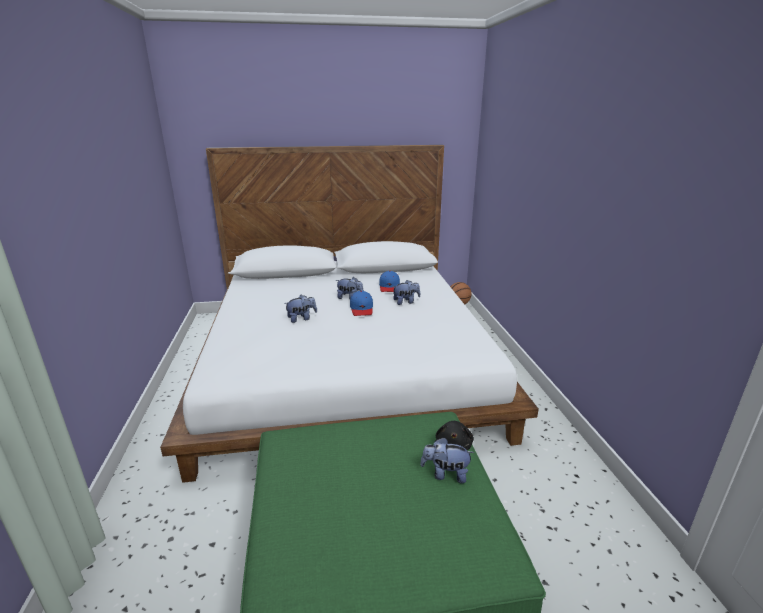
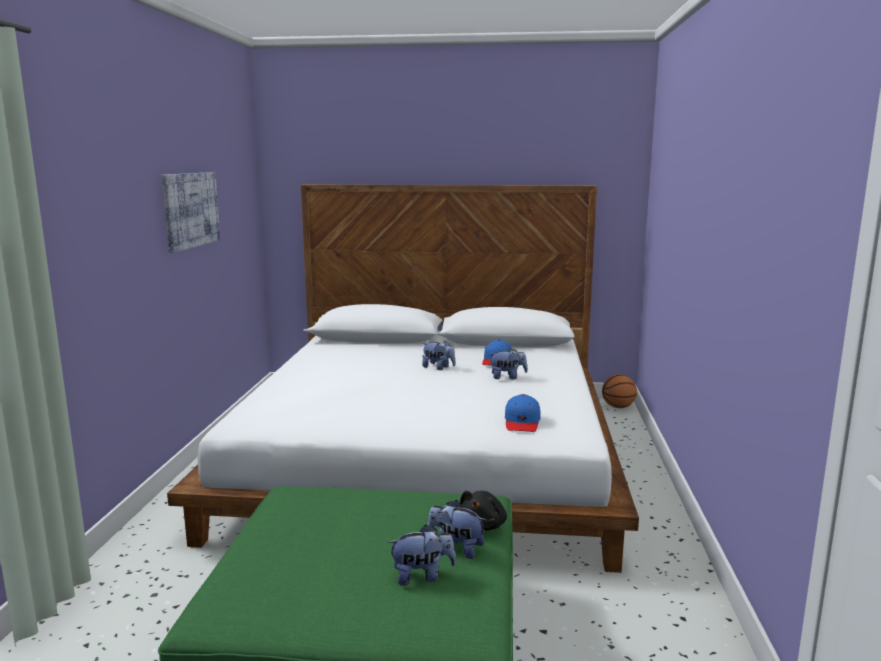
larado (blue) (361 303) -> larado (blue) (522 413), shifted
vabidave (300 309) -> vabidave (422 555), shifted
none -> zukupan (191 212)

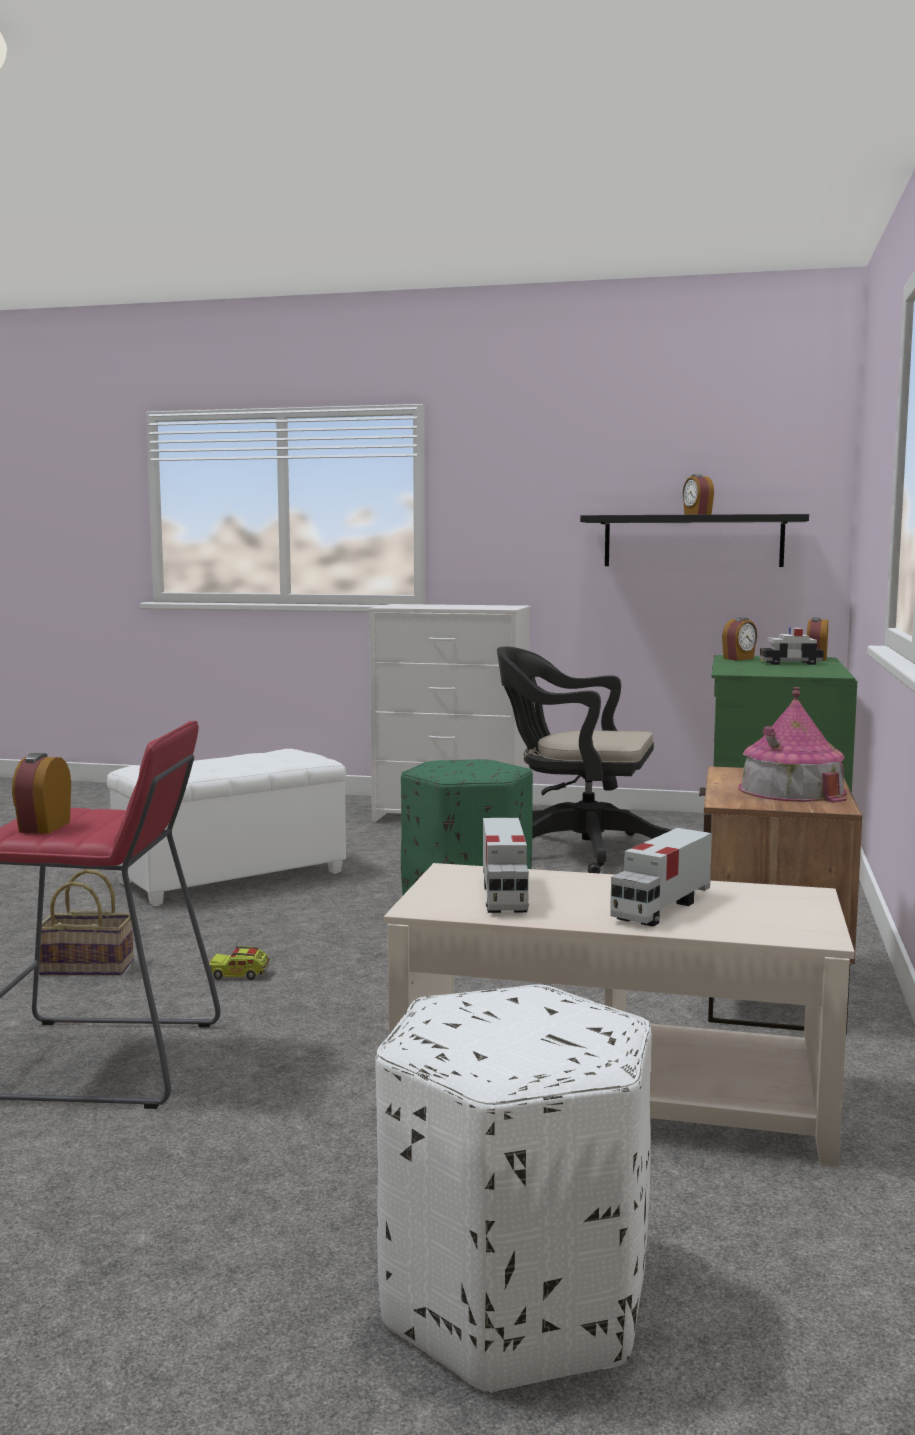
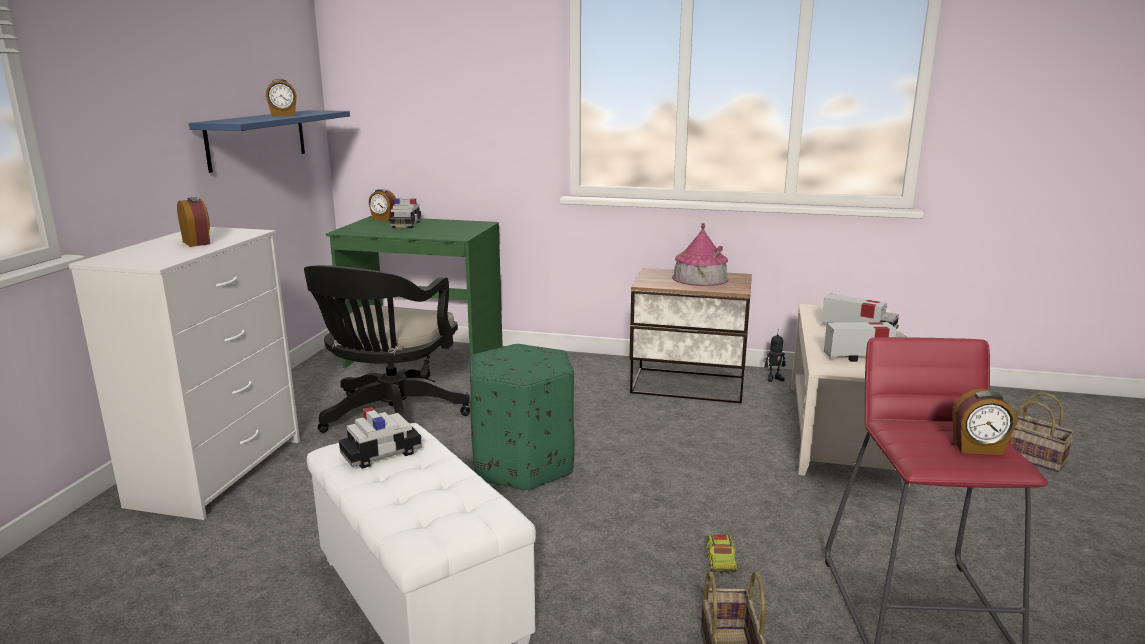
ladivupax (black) (694 540) -> ladivupax (blue) (269 141)
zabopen (739 638) -> zabopen (193 222), shifted
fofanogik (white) (513 1189) -> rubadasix (1042 432)
none -> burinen (775 355)
none -> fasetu (380 438)

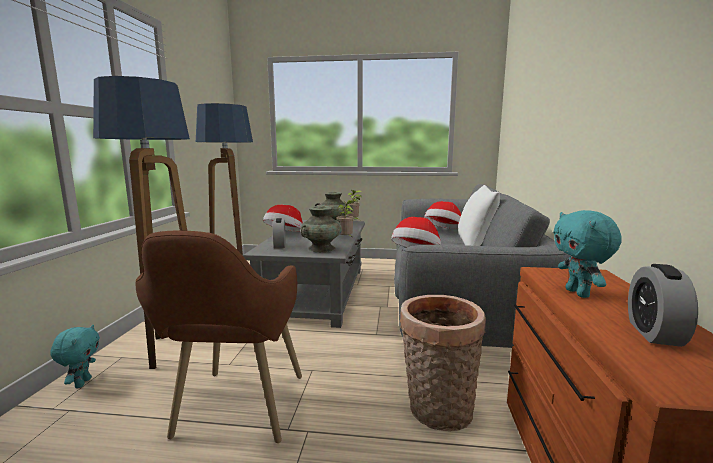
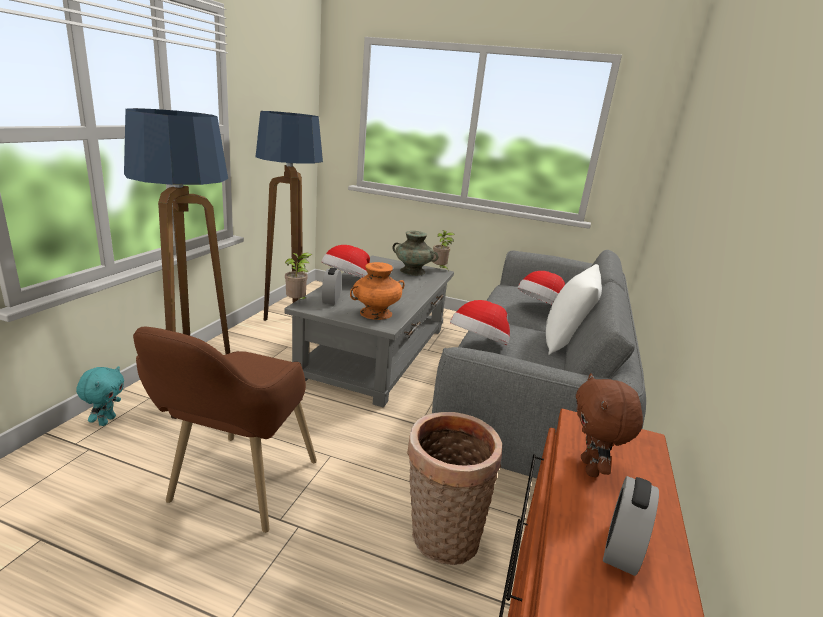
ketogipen (346 218) -> ketogipen (298 276), shifted
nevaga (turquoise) (321 229) -> nevaga (orange) (377 291)
vabidave (turquoise) (587 254) -> vabidave (brown) (609 425)

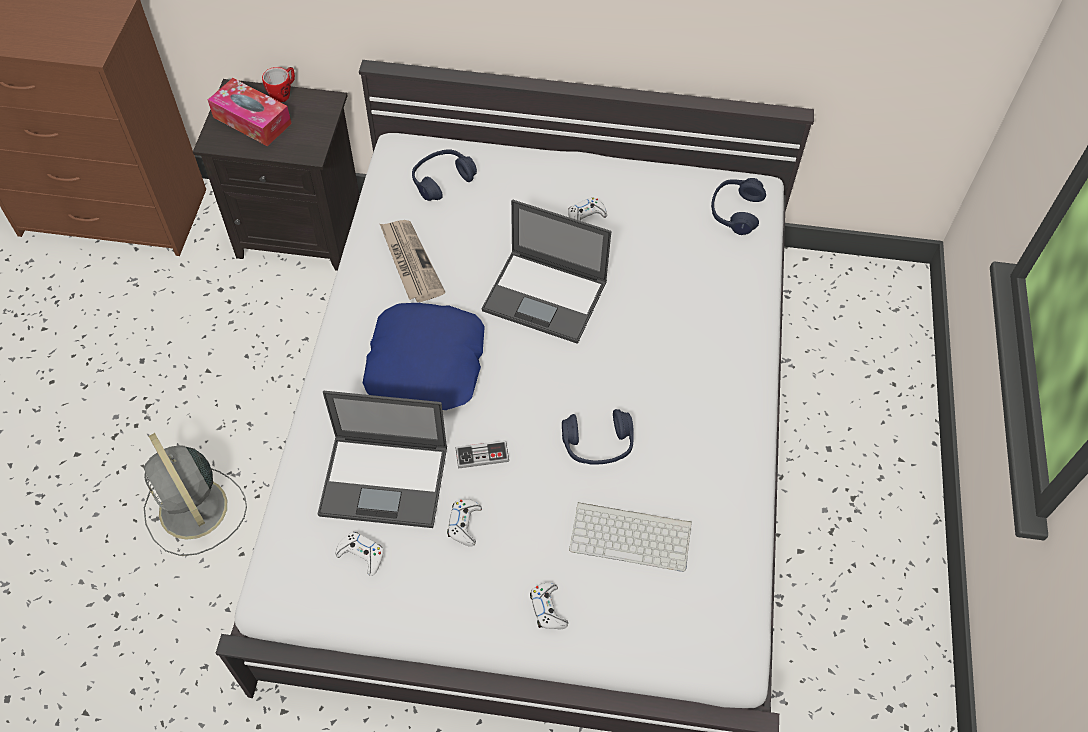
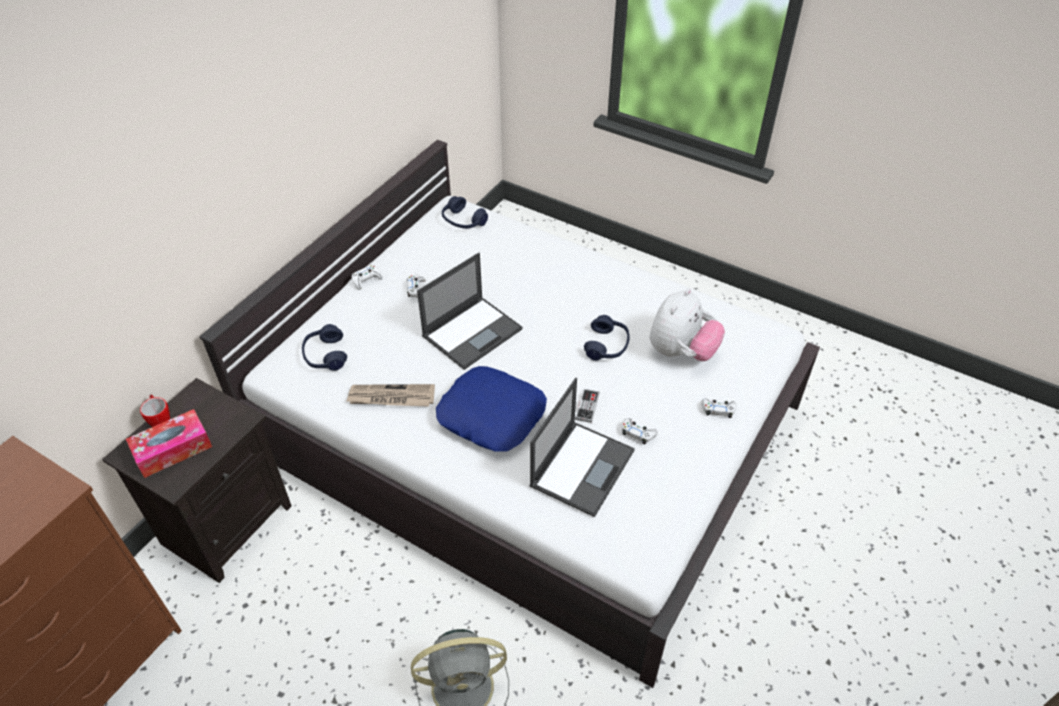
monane (630 537) -> vabidave (687 324)
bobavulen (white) (359 554) -> bobavulen (white) (367 277), shifted

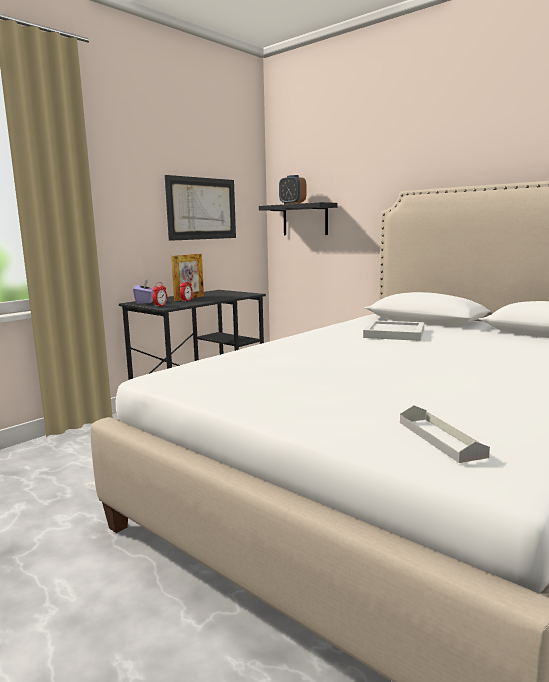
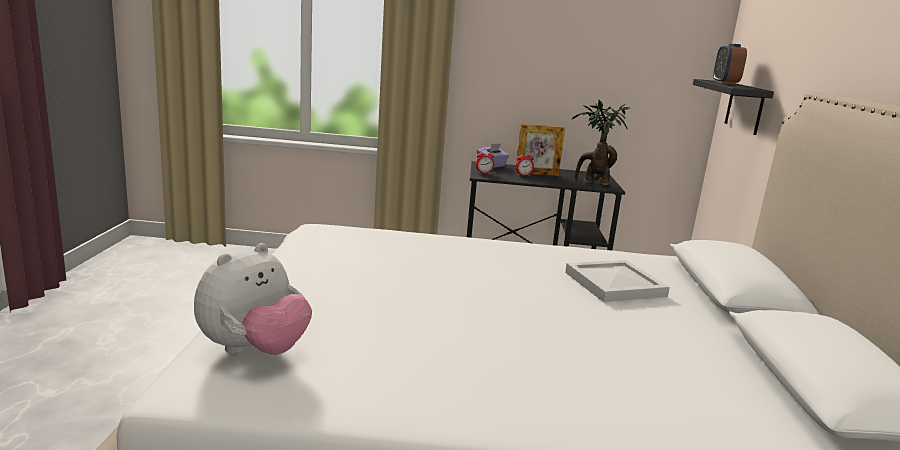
zukupan (200 208) -> none
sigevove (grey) (445 434) -> vabidave (253 299)
none -> ketogipen (600 143)

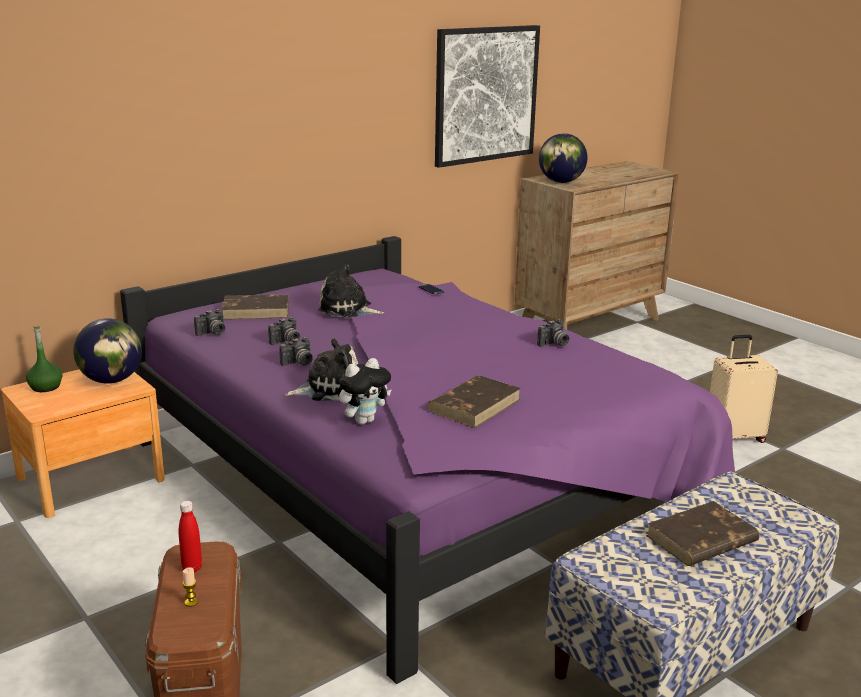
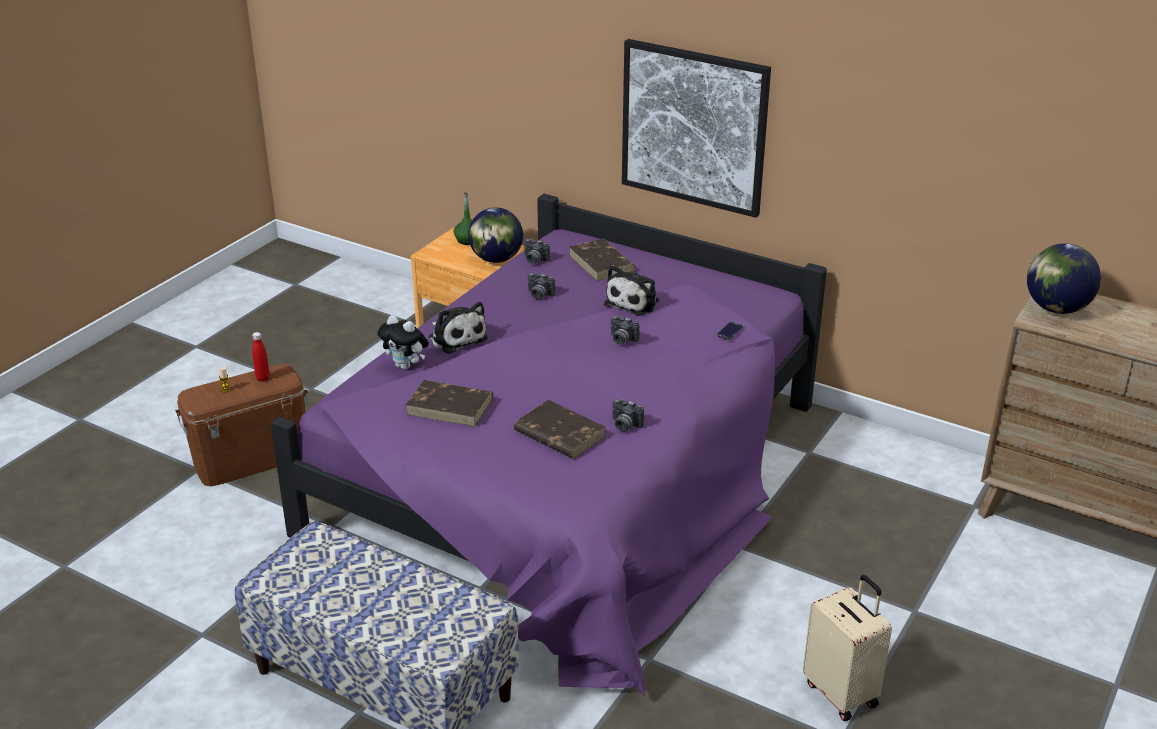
zukupan (487 96) -> zukupan (696 128), shifted
vabidave (351 291) -> vabidave (632 290), 150 degrees counterclockwise
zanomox (296 351) -> zanomox (625 330), shifted
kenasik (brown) (703 533) -> kenasik (brown) (560 429), shifted

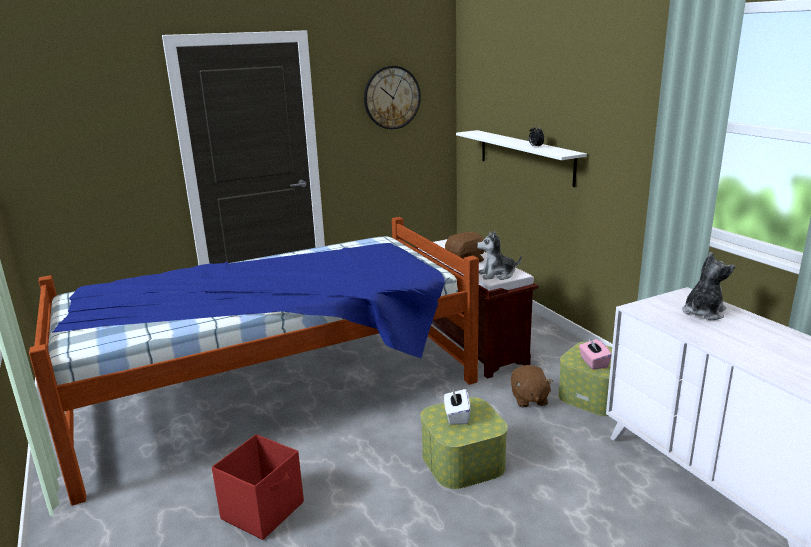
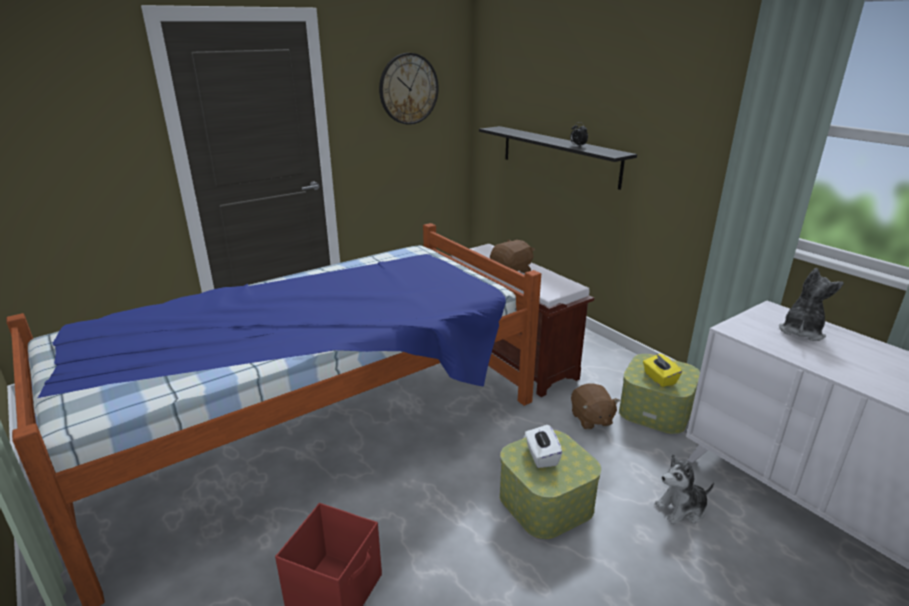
ladivupax (white) (521 158) -> ladivupax (black) (558 158)
vabidave (499 255) -> vabidave (684 489), shifted
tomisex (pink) (595 354) -> tomisex (yellow) (662 370)

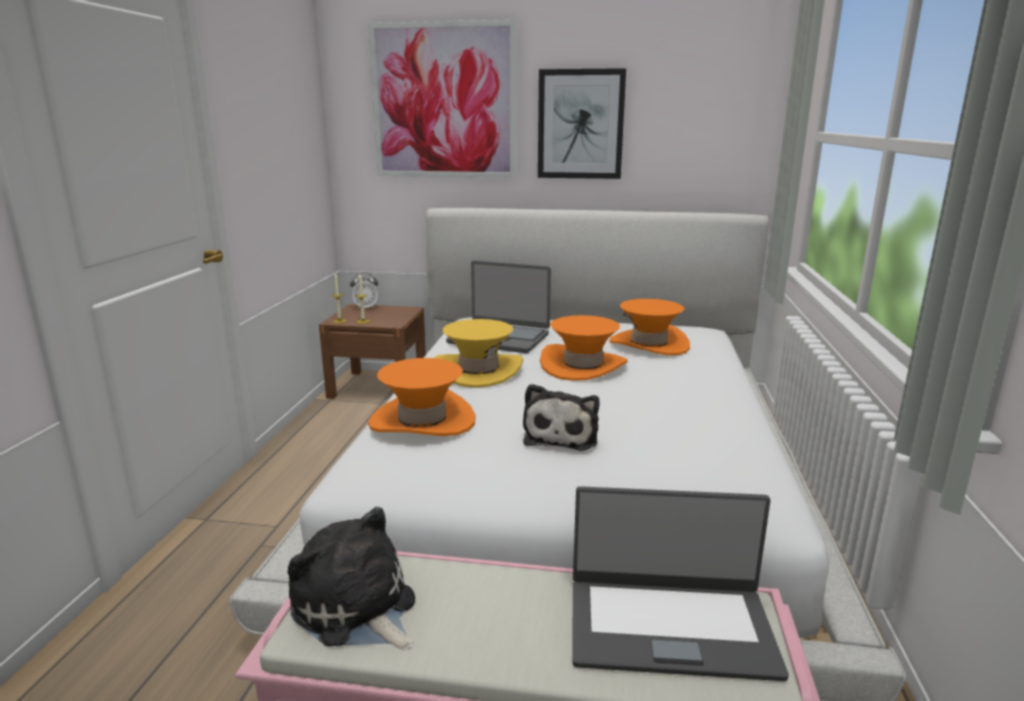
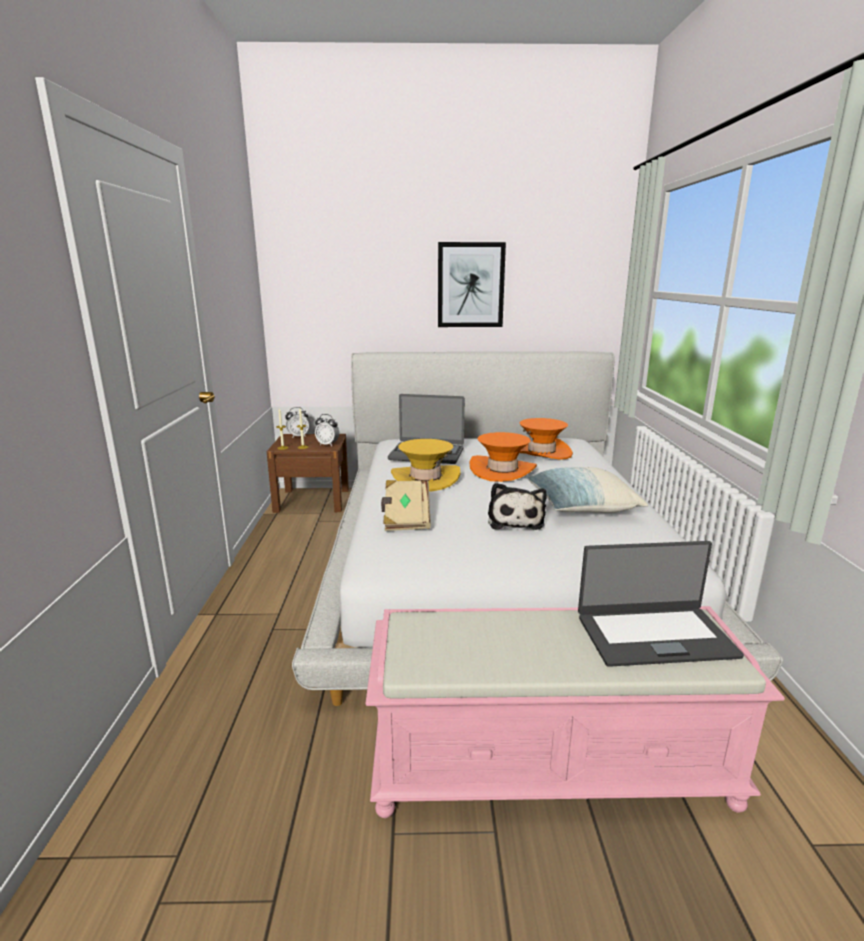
zukupan (442 99) -> none
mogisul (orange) (422 397) -> kenasik (beige) (406 505)
vabidave (351 578) -> none
none -> zabopen (327 430)
none -> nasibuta (587 490)

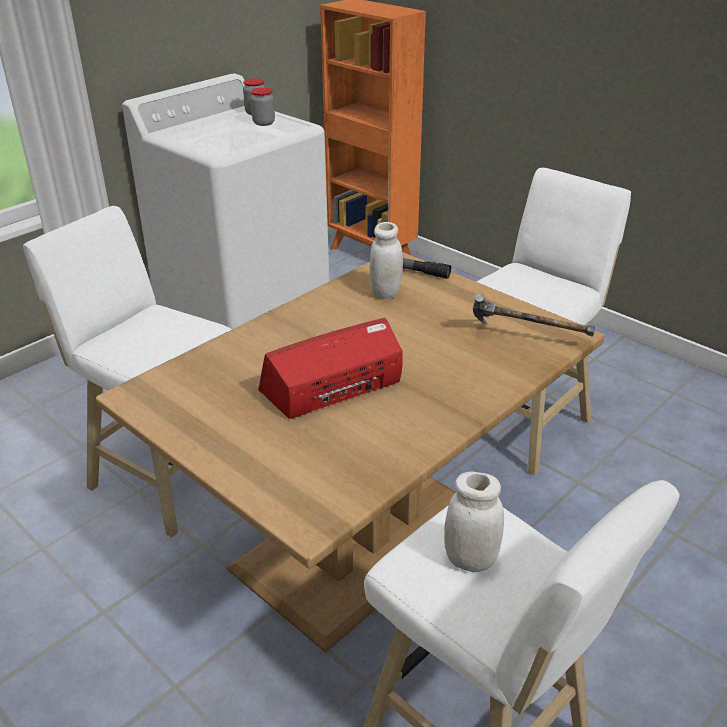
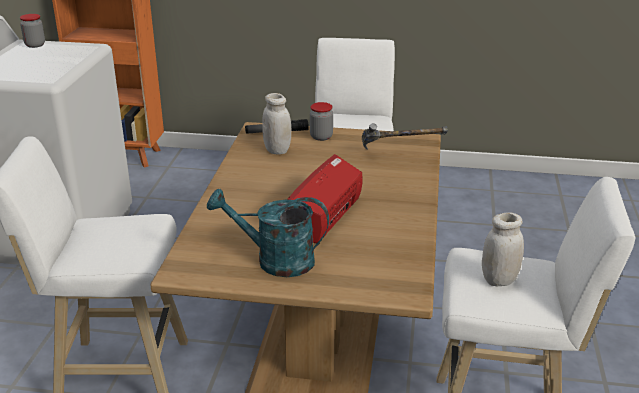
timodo (262 106) -> timodo (321 121), shifted
none -> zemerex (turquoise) (268 232)

